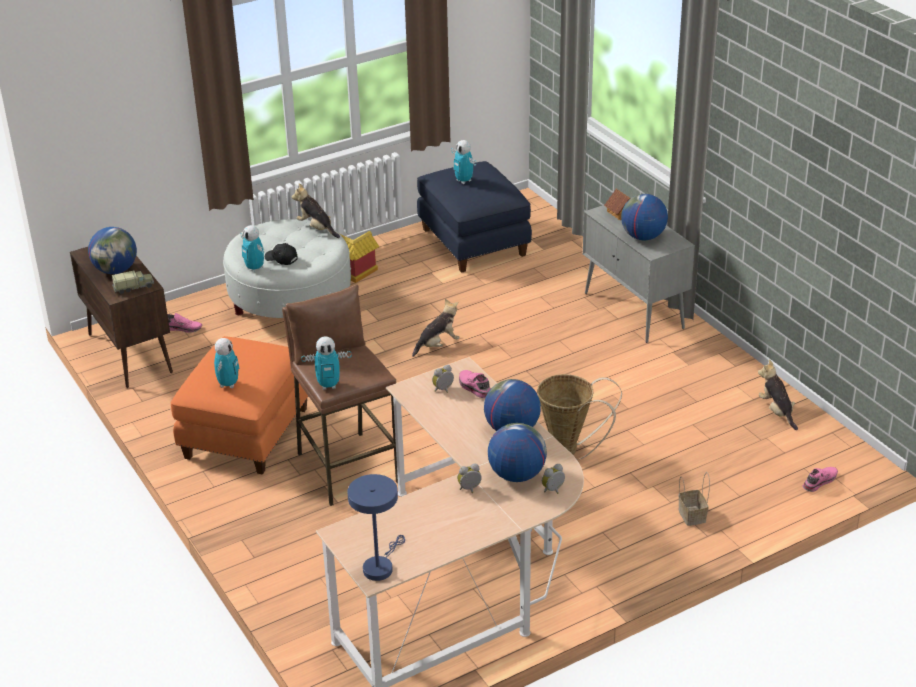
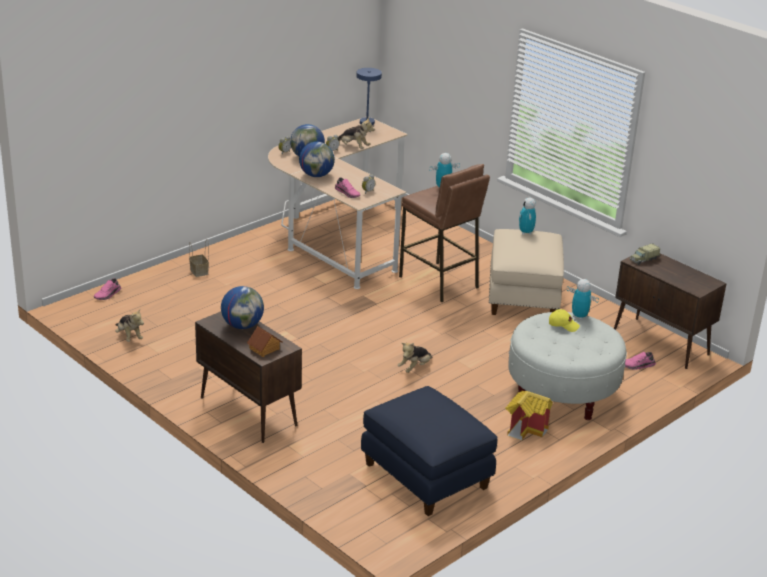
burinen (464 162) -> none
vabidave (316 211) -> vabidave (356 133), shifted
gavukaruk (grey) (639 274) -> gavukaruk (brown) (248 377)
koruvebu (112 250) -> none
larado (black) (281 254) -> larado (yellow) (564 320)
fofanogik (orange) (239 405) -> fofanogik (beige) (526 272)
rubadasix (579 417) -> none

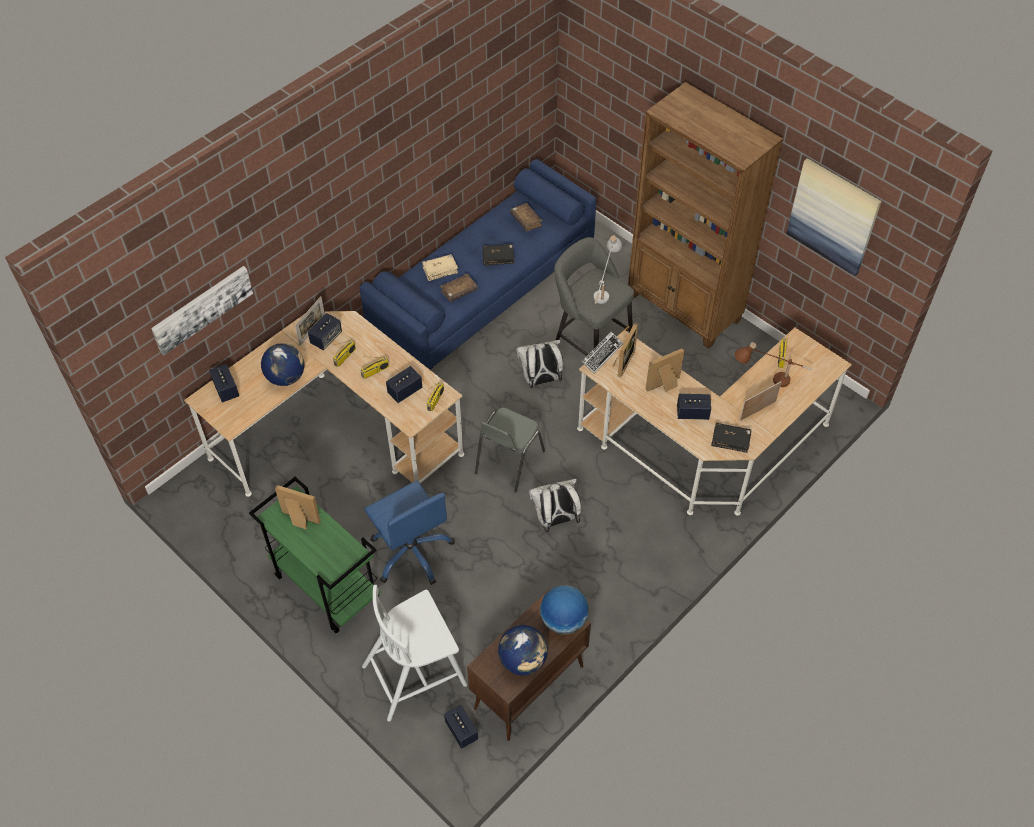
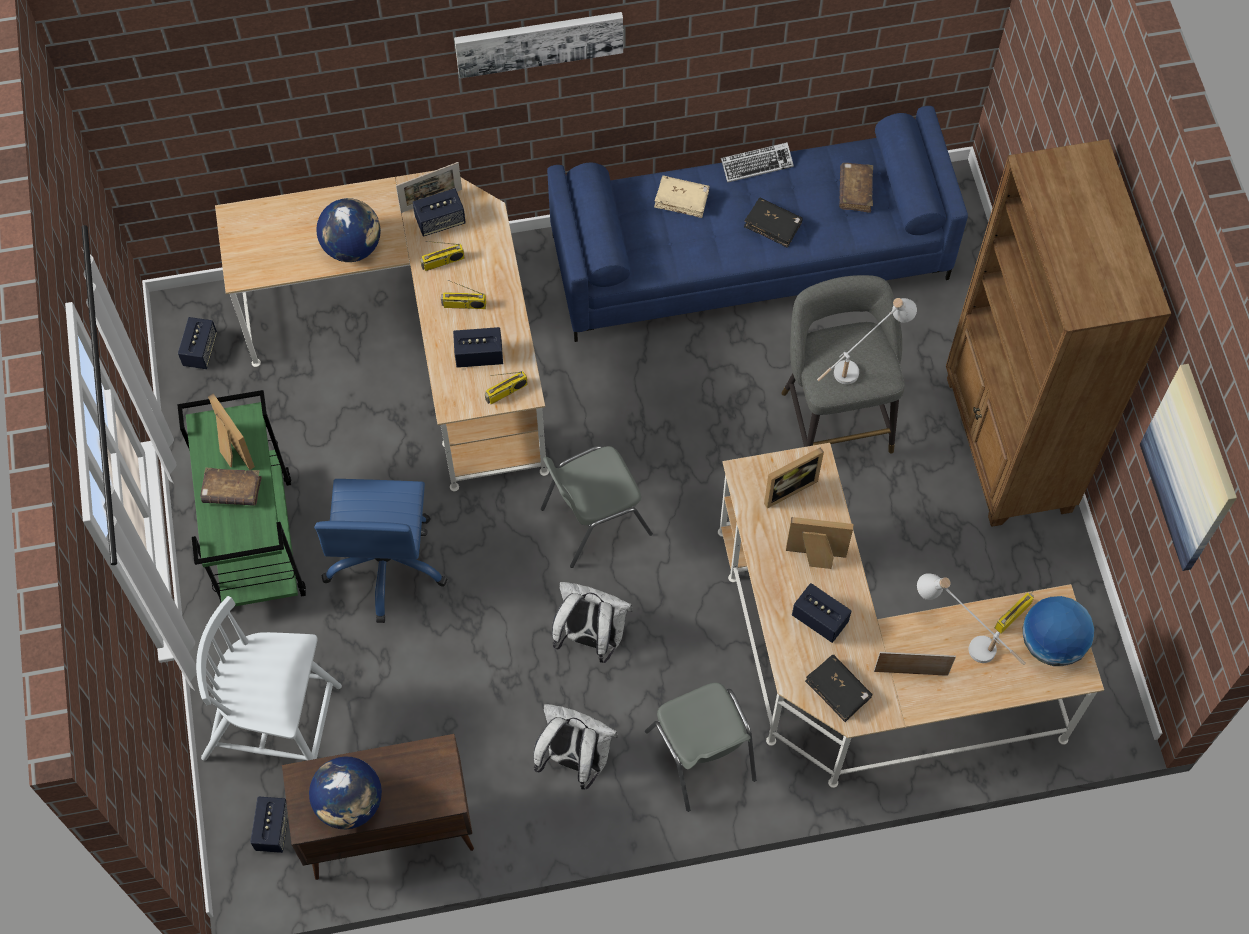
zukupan (202 311) -> zukupan (538 45), shifted
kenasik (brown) (459 288) -> kenasik (brown) (231 487), shifted
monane (602 353) -> monane (757 162), shifted
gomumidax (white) (539 364) -> gomumidax (white) (575 747), shifted
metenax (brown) (773 364) -> metenax (white) (971 619)
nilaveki (224 383) -> nilaveki (197 343), shifted
koruvebu (564 610) -> koruvebu (1058 631), shifted
none -> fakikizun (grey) (700 747)

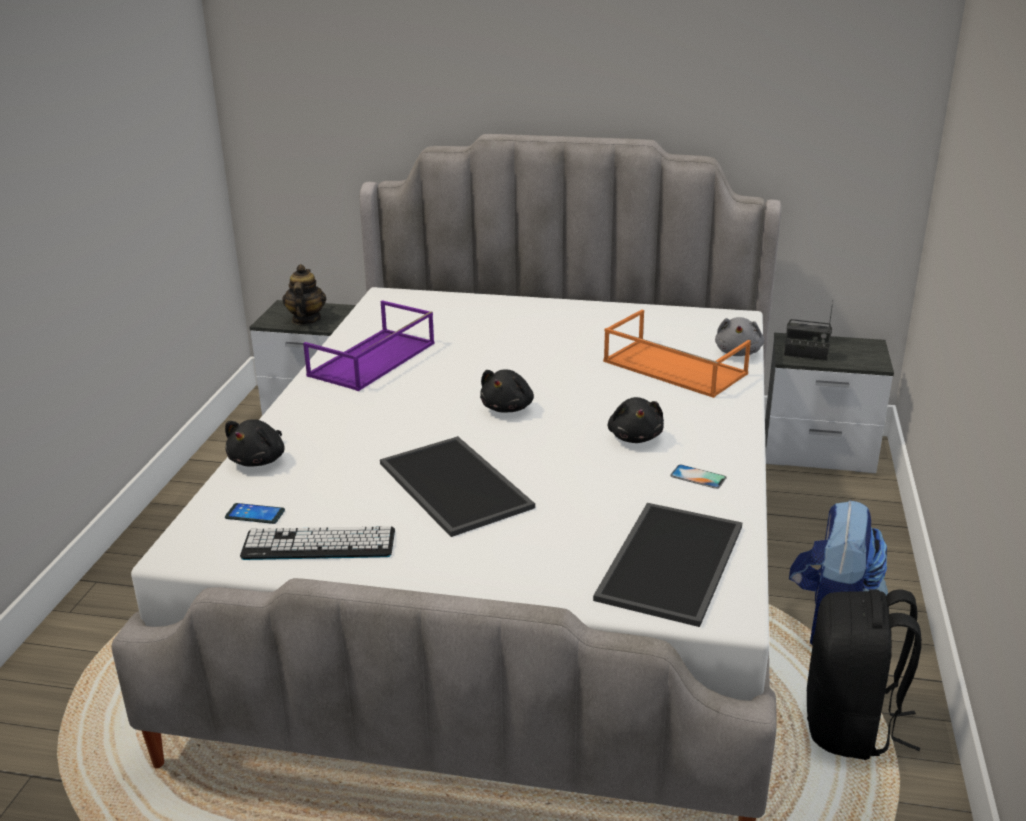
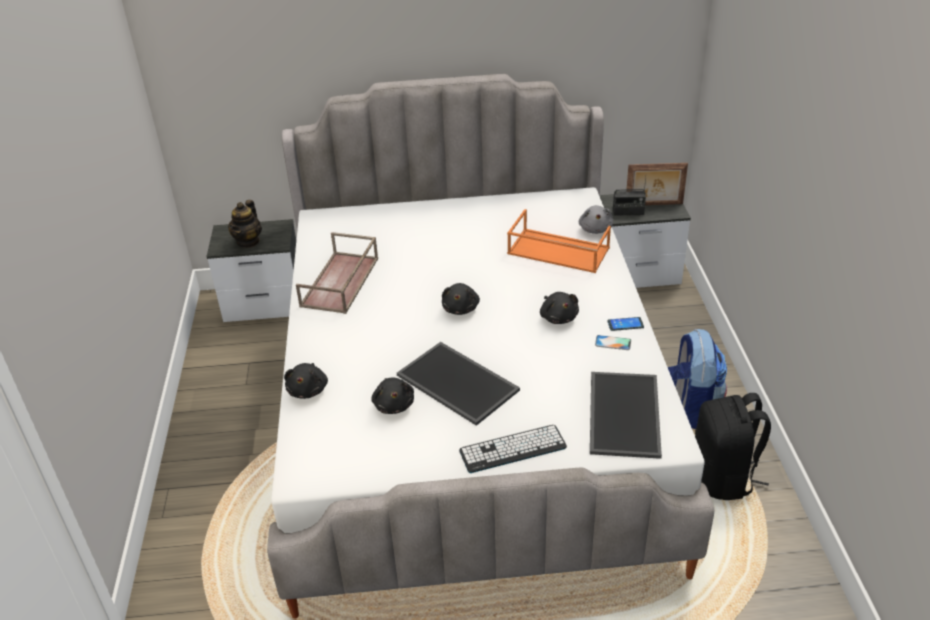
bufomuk (304 294) -> bufomuk (245 224), 150 degrees counterclockwise
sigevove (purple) (368 345) -> sigevove (brown) (337 273)
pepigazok (255 513) -> pepigazok (625 324), shifted
monane (317 543) -> monane (513 449), shifted
none -> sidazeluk (657 184)
none -> vabidave (black) (392 395)

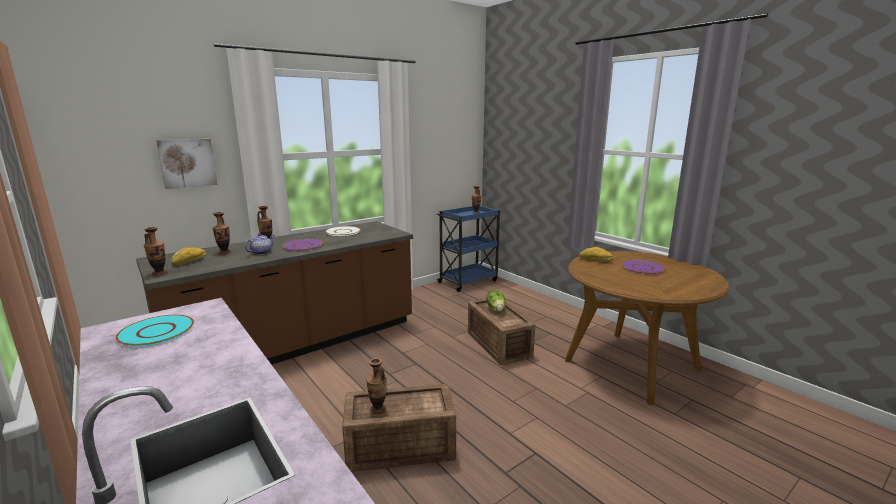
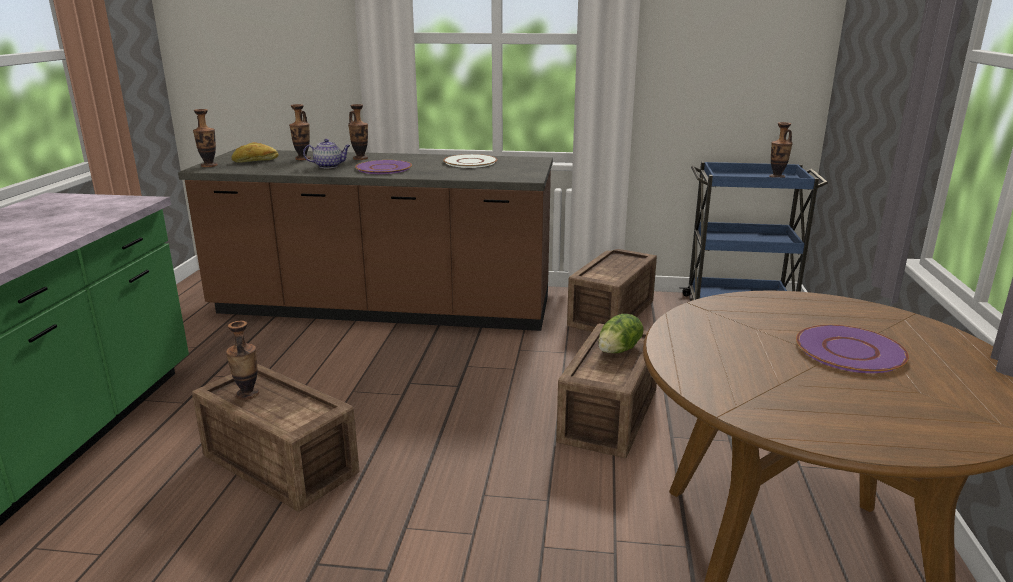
zukupan (187 164) -> none
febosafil (596 254) -> none
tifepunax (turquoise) (155 331) -> none
none -> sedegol (612 290)

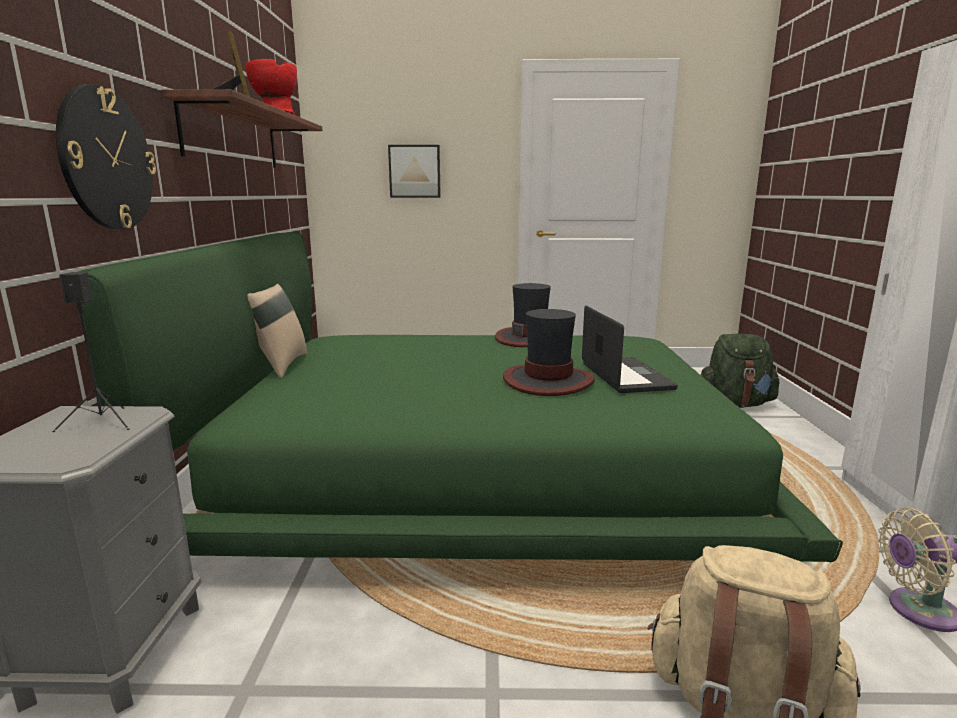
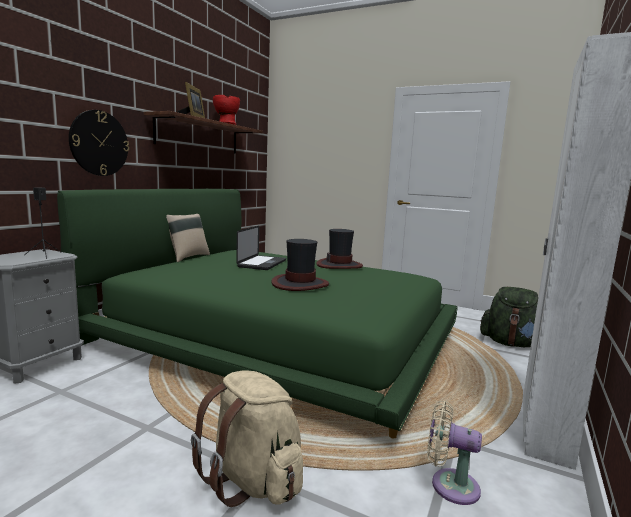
zukupan (414 171) -> none
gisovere (630 349) -> gisovere (261 248), shifted

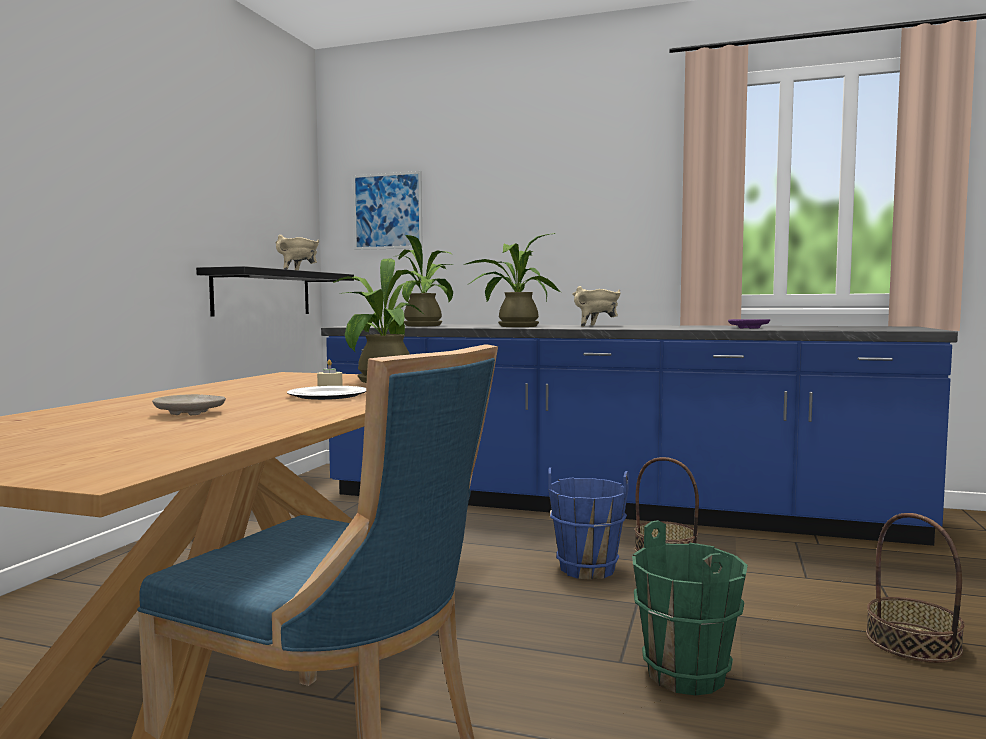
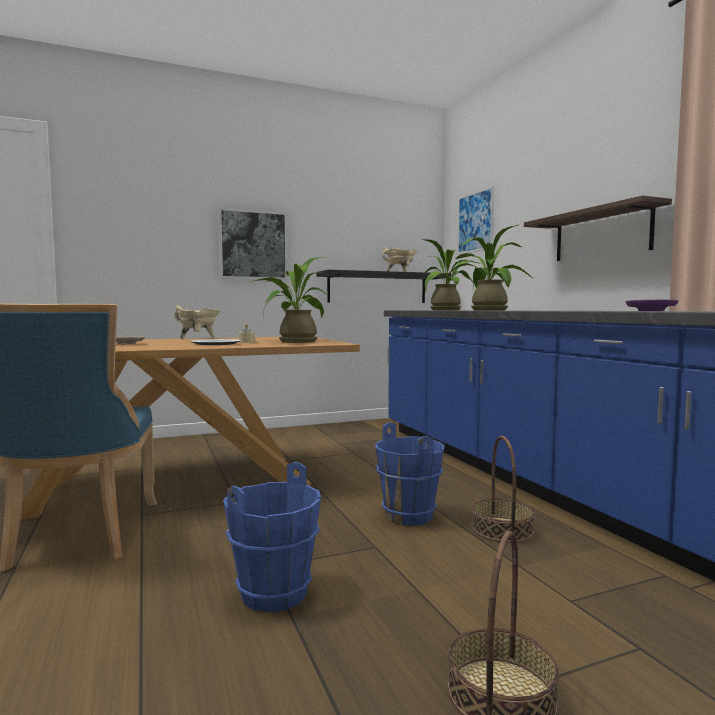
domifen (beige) (596 306) -> domifen (beige) (197 322), shifted
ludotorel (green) (690 607) -> ludotorel (blue) (272 537)
none -> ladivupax (598 228)
none -> zukupan (253 243)

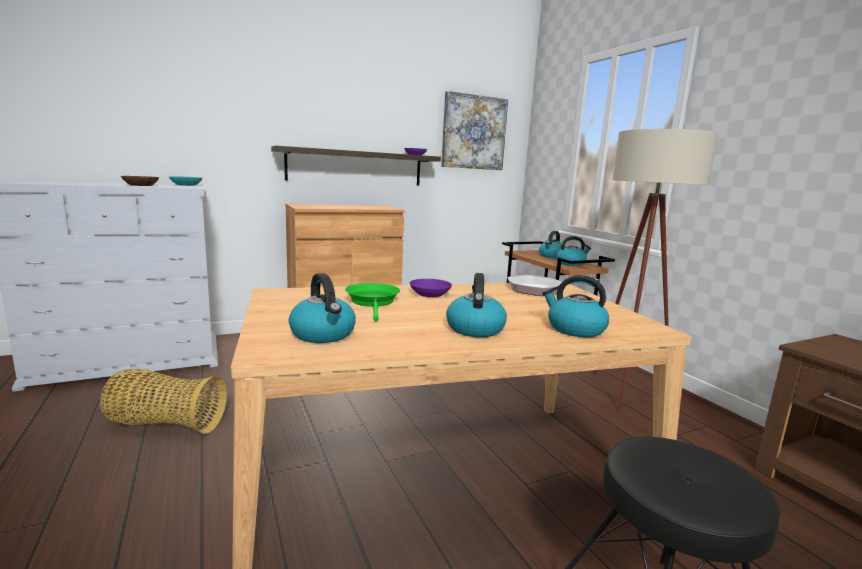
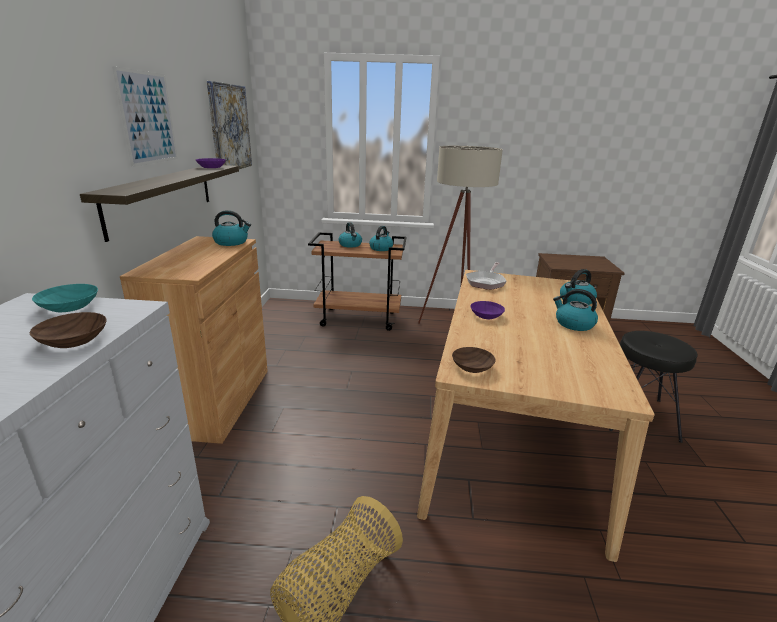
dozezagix (322 308) -> dozezagix (231 228), shifted
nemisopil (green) (372 302) -> none
none -> zukupan (145 116)
none -> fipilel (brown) (474 360)

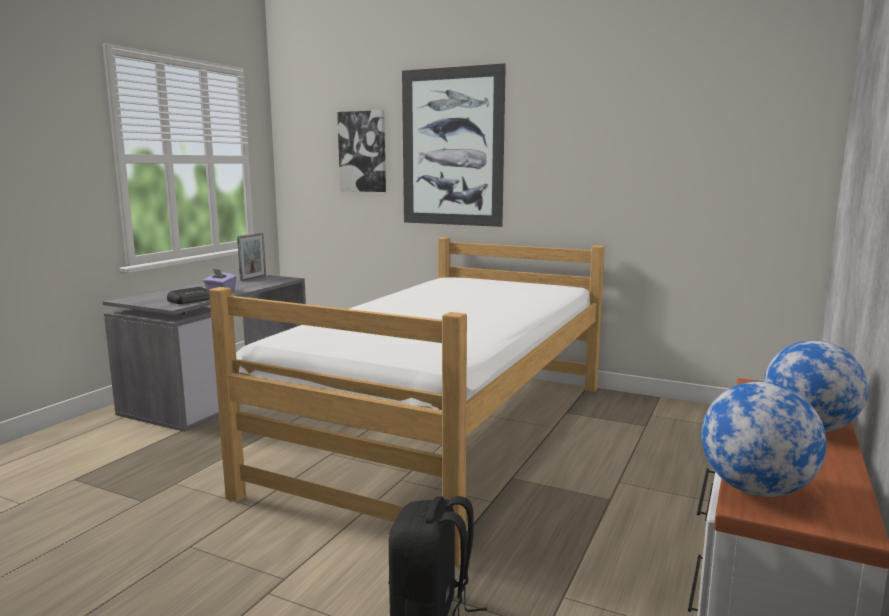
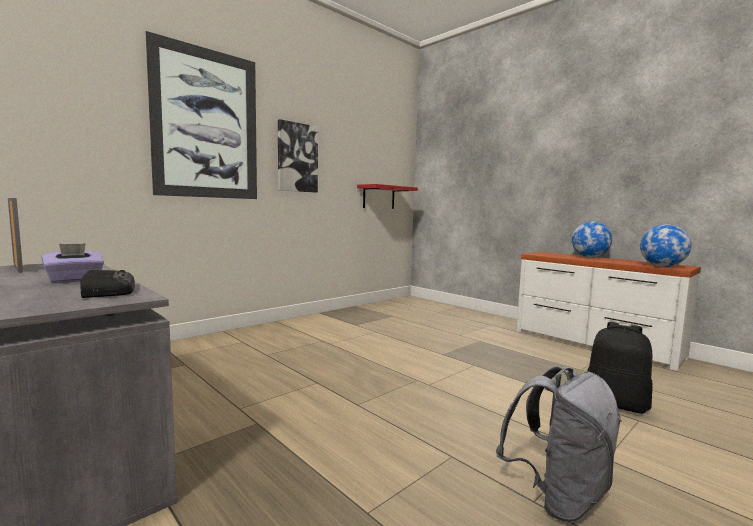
zukupan (361 151) -> zukupan (298 156), shifted
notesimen (407 402) -> none
none -> ladivupax (red) (387 196)
none -> gomumidax (grey) (558 444)

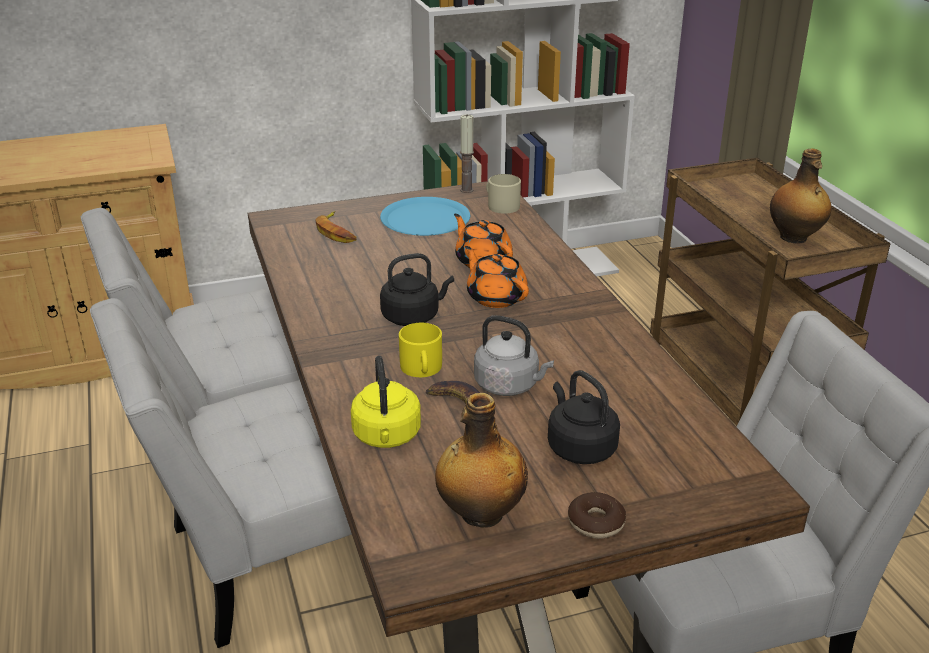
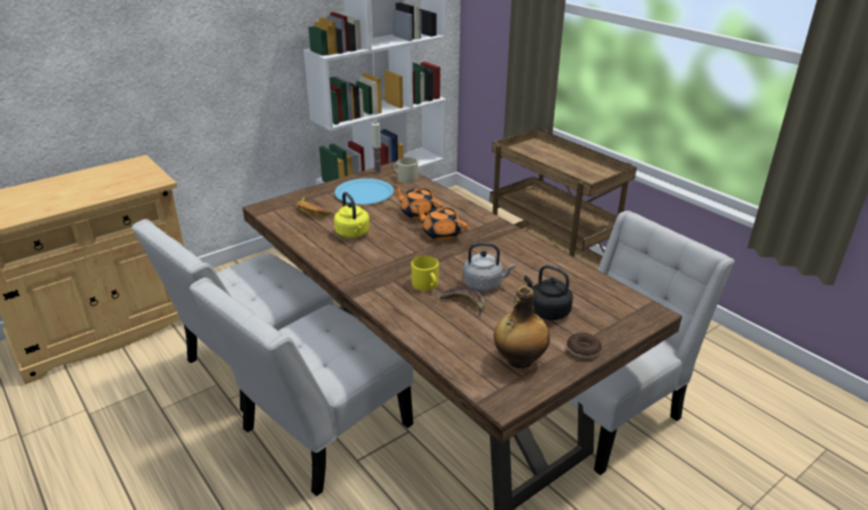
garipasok (800 196) -> none
dozezagix (black) (417 289) -> none
dozezagix (yellow) (386 402) -> dozezagix (yellow) (352 215), shifted

